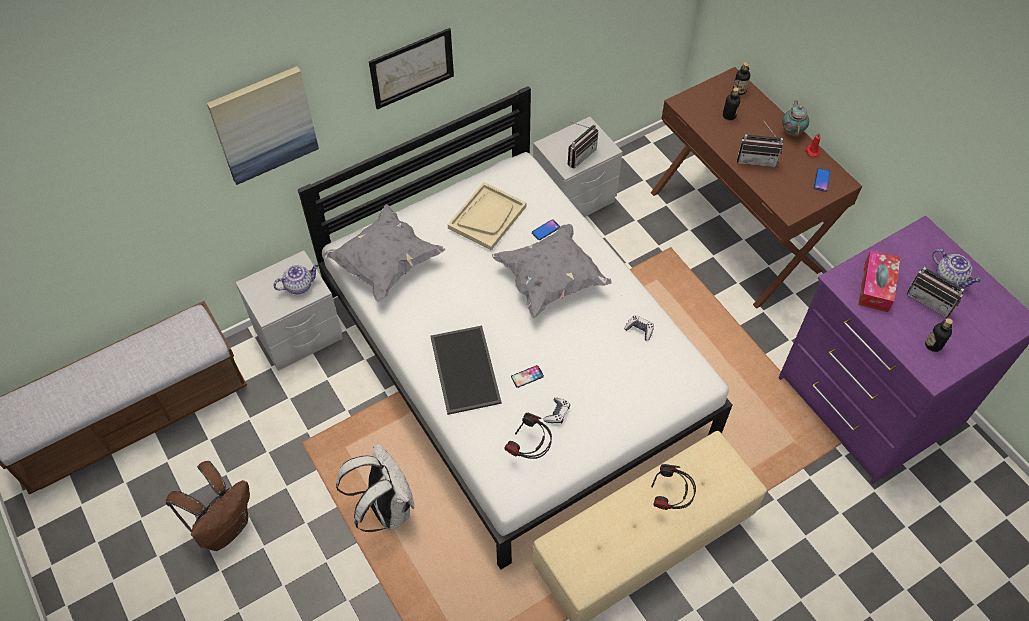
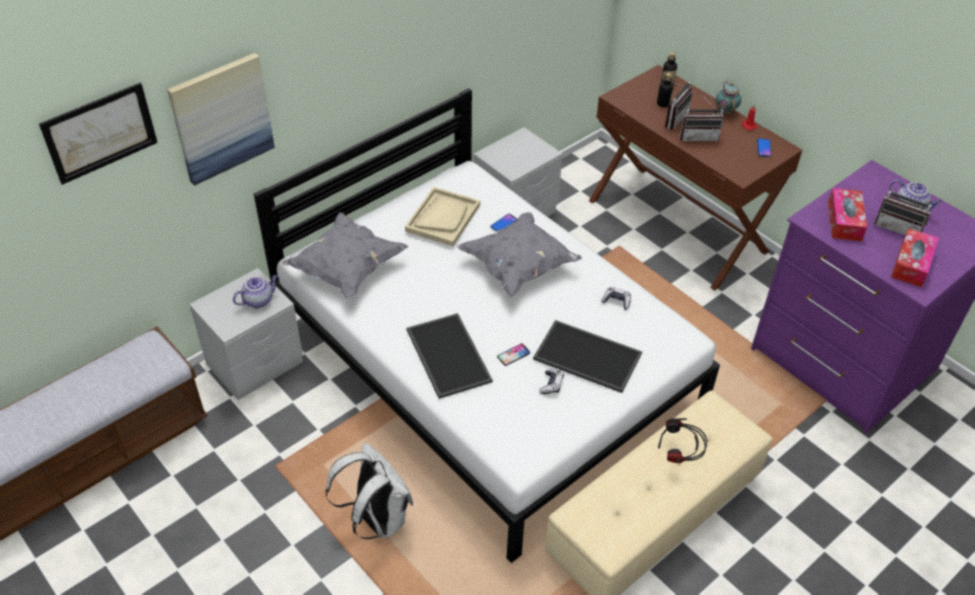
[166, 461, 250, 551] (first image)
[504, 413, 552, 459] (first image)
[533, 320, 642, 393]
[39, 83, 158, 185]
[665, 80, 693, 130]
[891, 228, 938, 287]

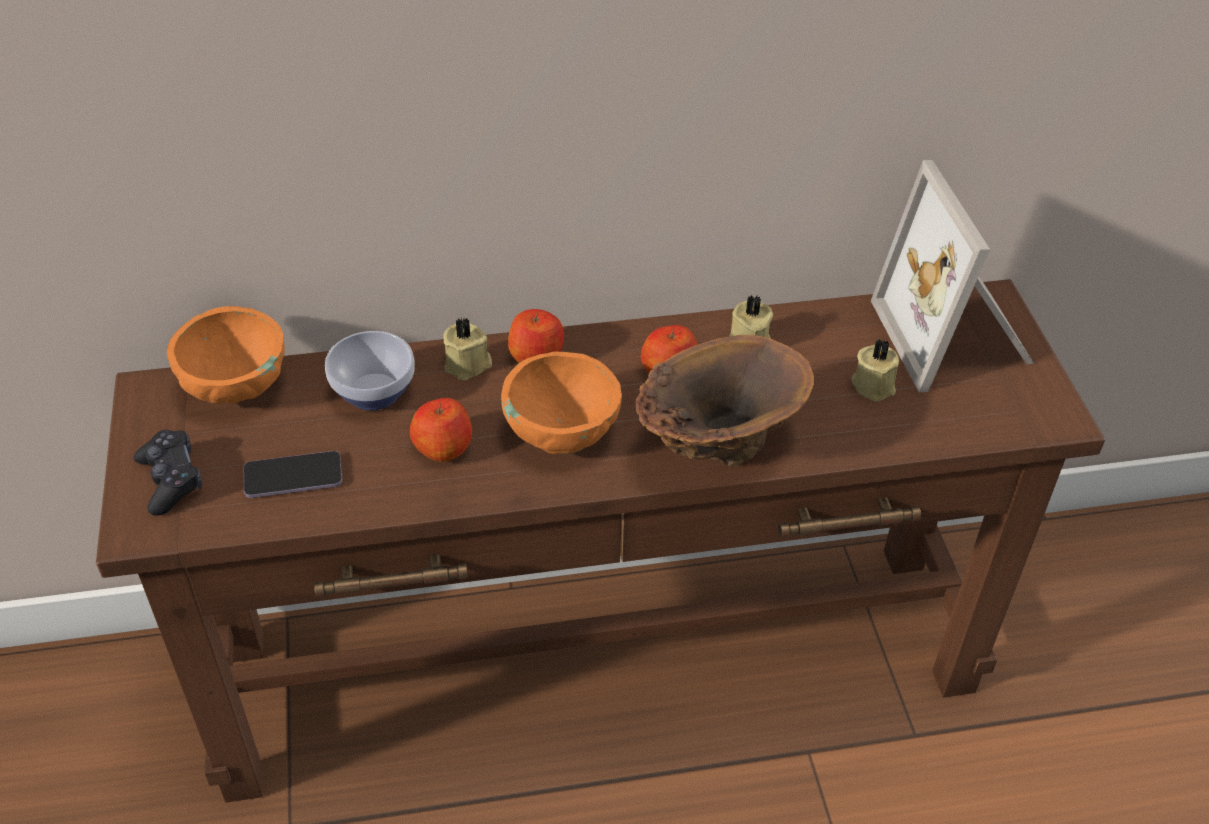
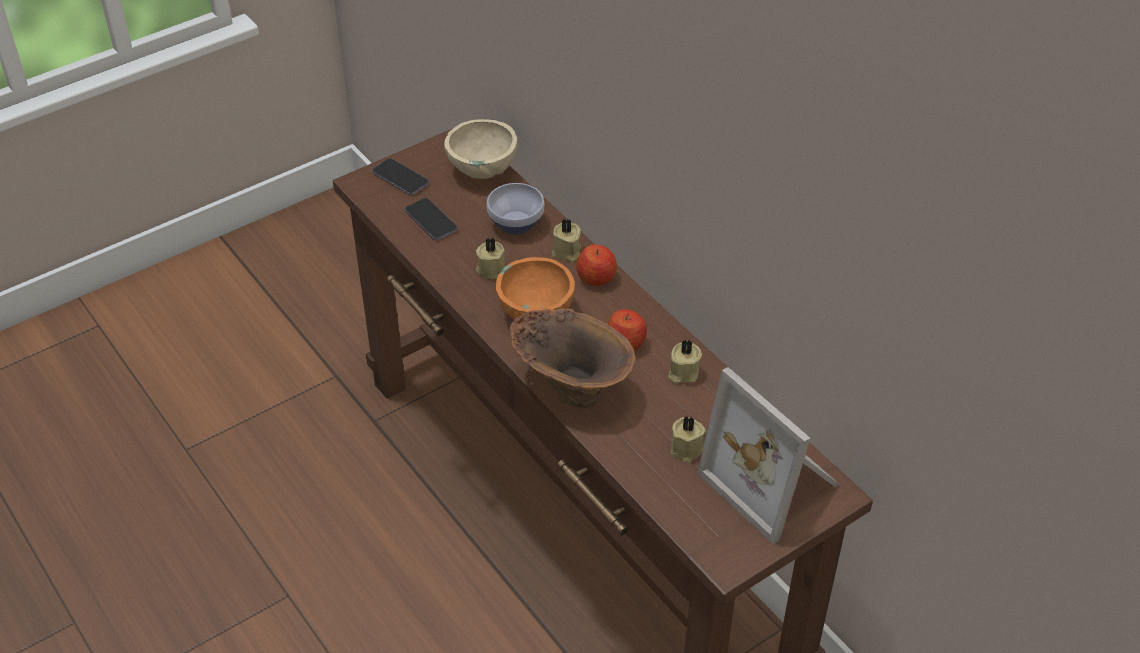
[372, 158, 429, 195]
[476, 237, 506, 279]
[444, 119, 518, 179]
[697, 367, 840, 545]

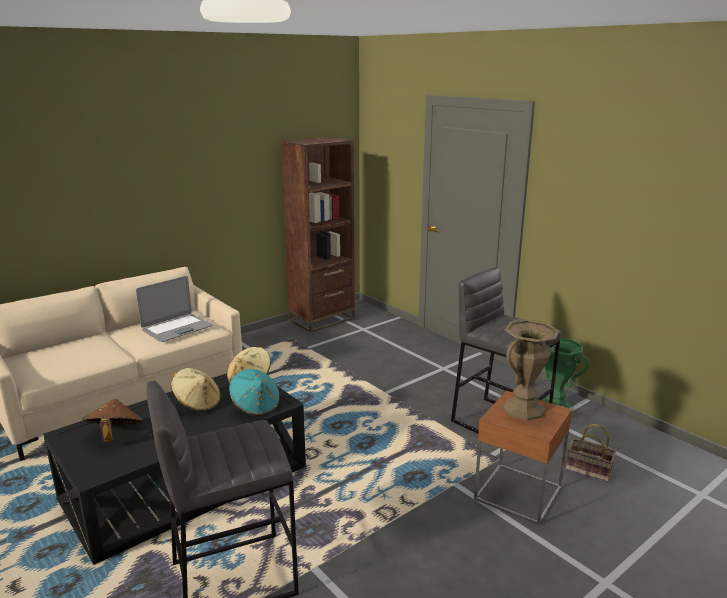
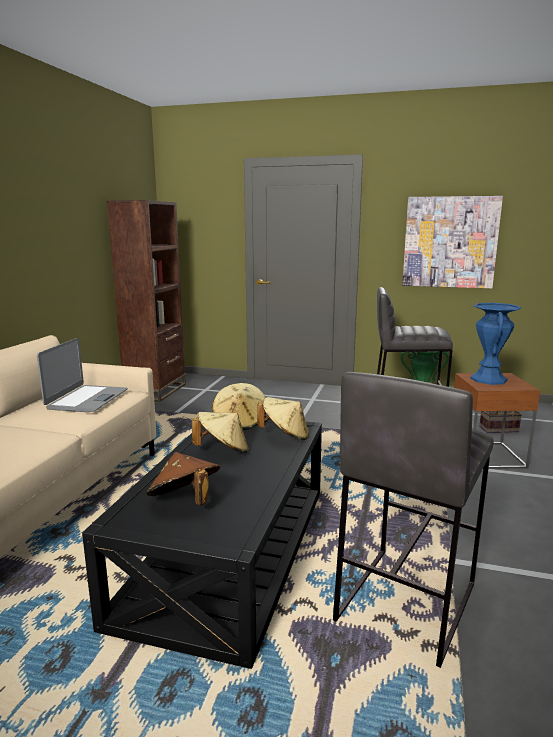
[402, 196, 503, 289]
[257, 397, 309, 440]
[470, 303, 522, 385]

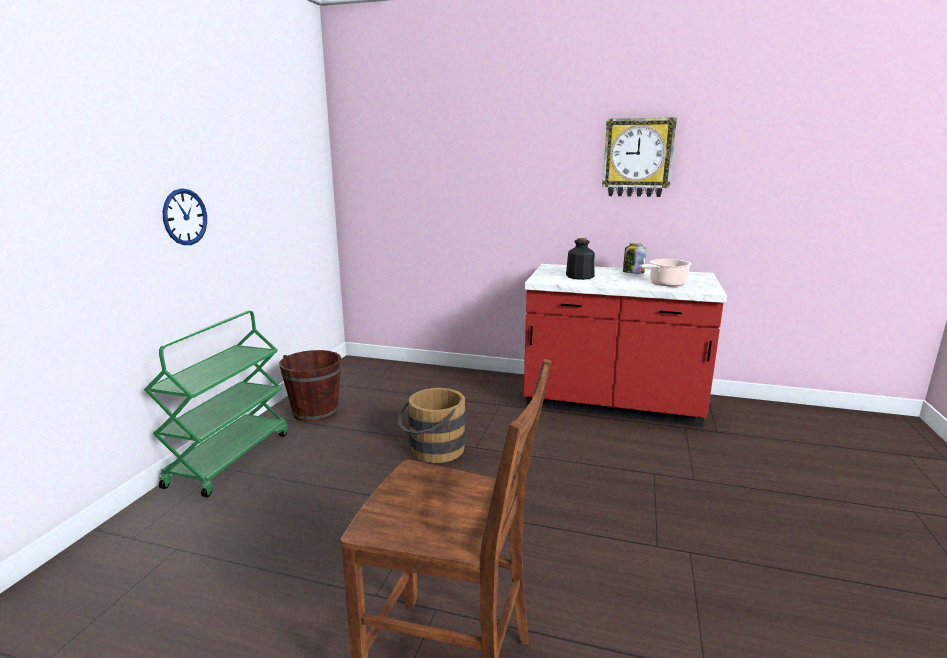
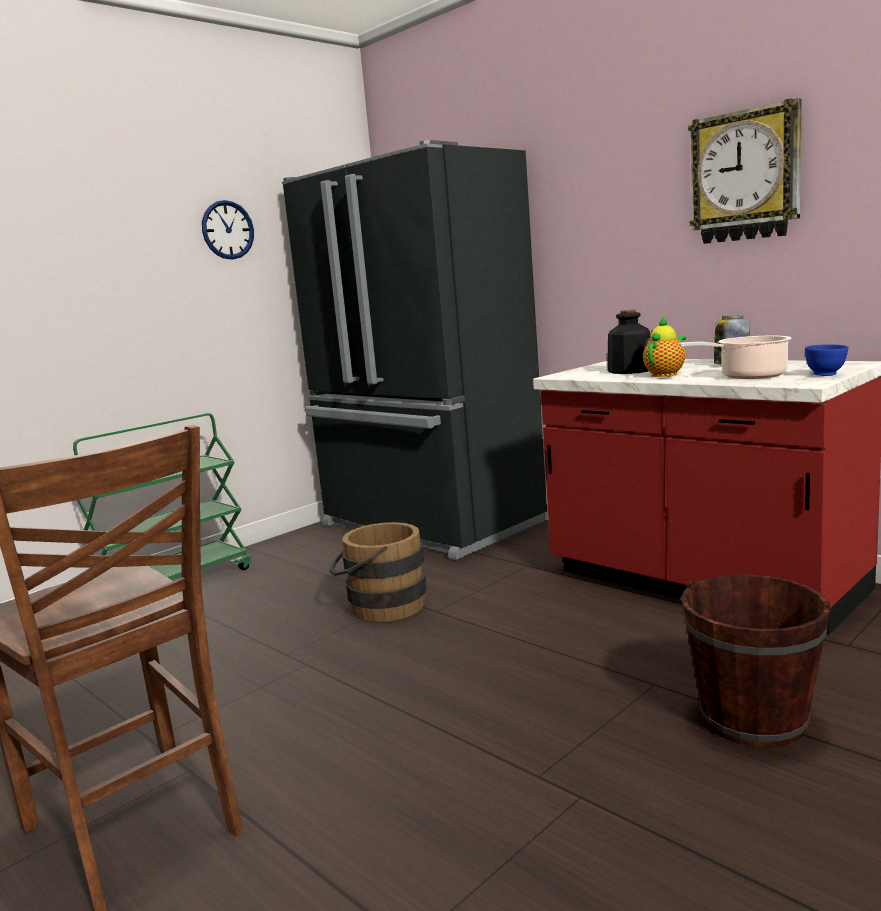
[282, 140, 547, 560]
[643, 317, 686, 377]
[805, 344, 848, 376]
[202, 200, 254, 260]
[681, 574, 830, 747]

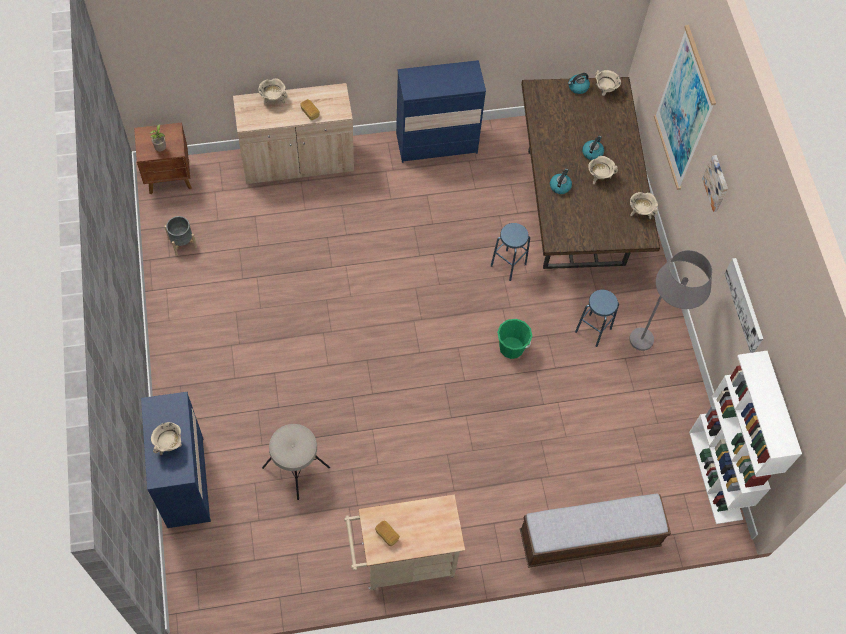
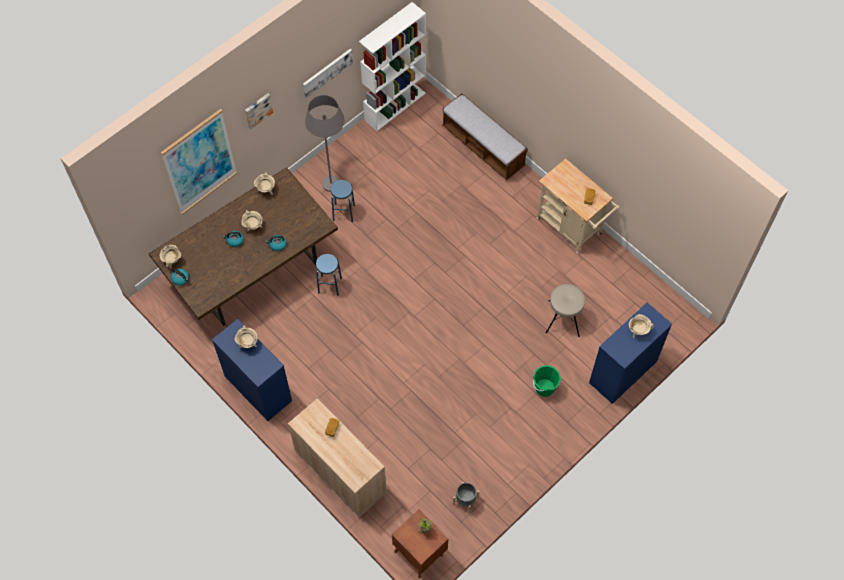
[235, 326, 258, 348]
[533, 365, 561, 397]

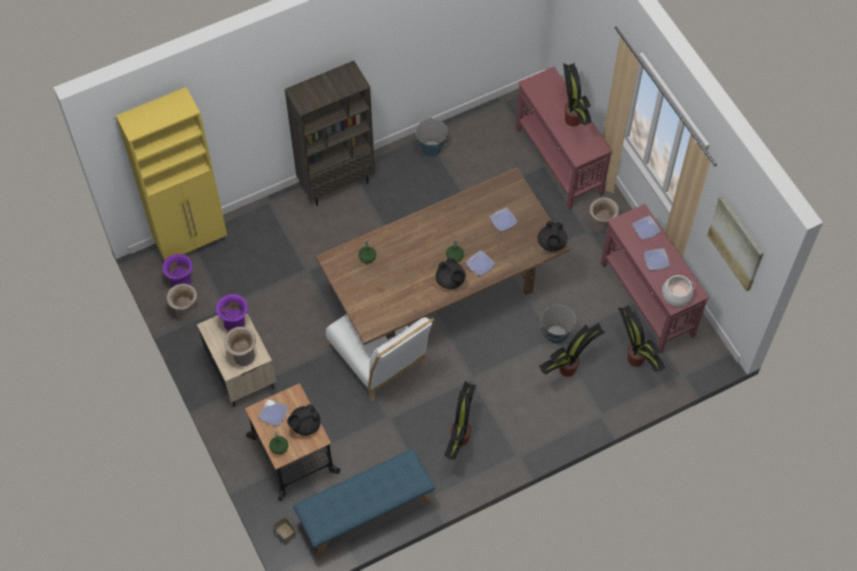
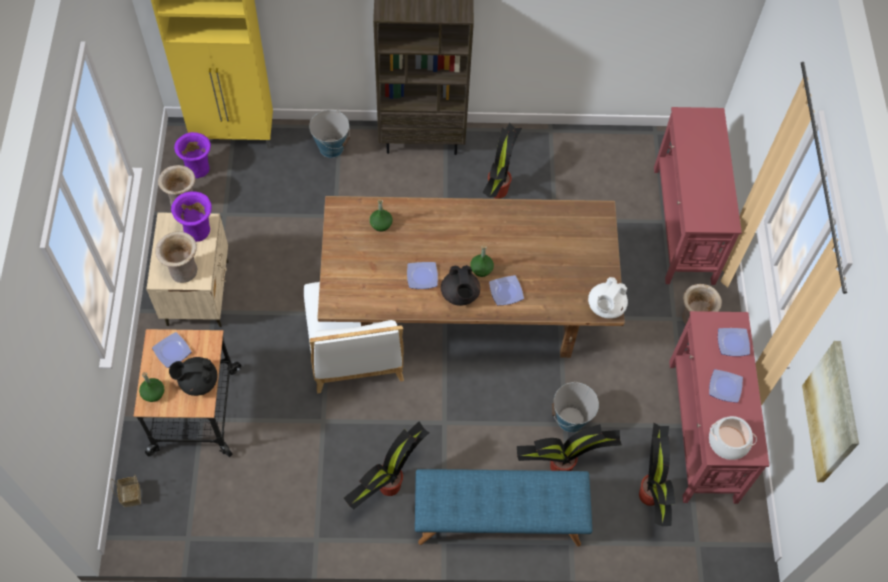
[415, 469, 593, 547]
[309, 110, 350, 158]
[407, 262, 438, 289]
[483, 123, 522, 199]
[588, 277, 628, 319]

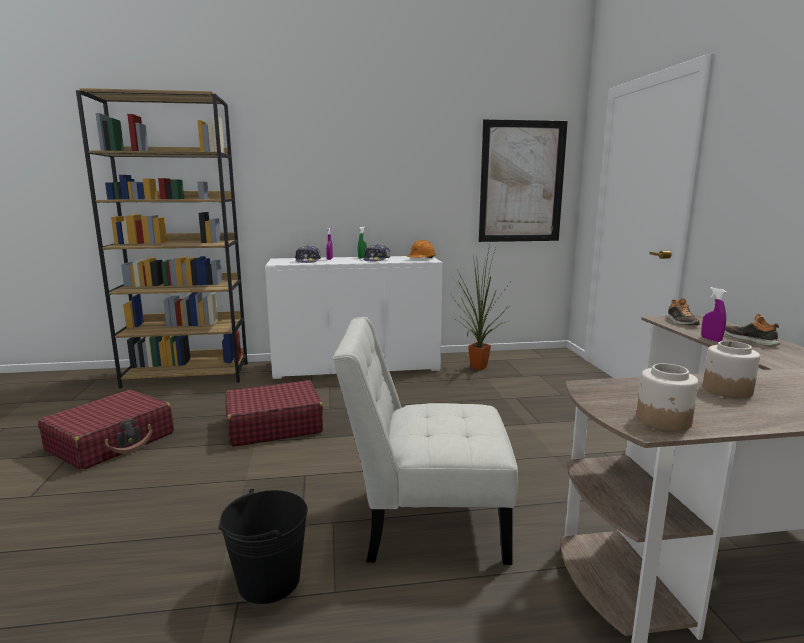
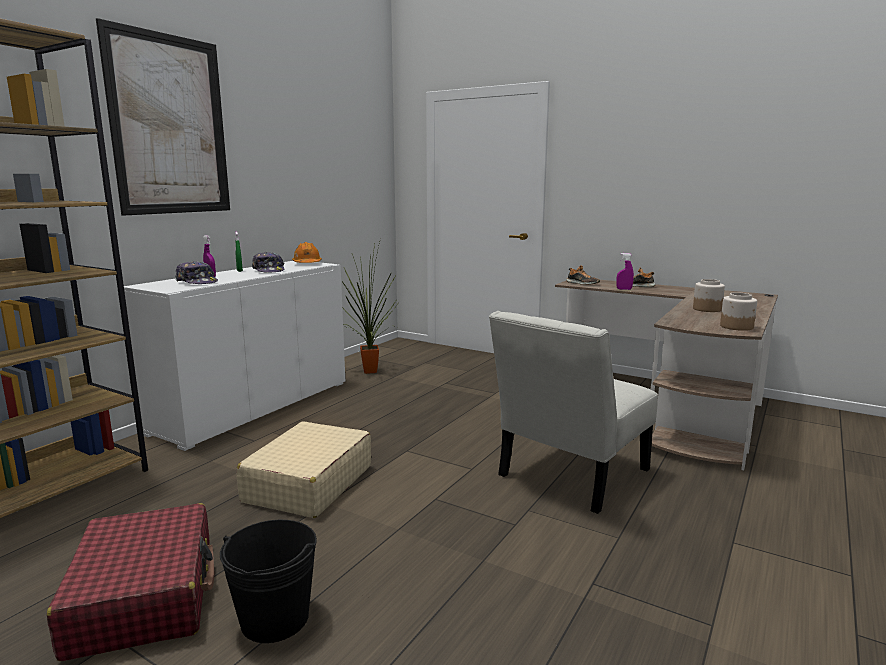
[220, 520, 317, 643]
[96, 18, 230, 216]
[237, 421, 371, 518]

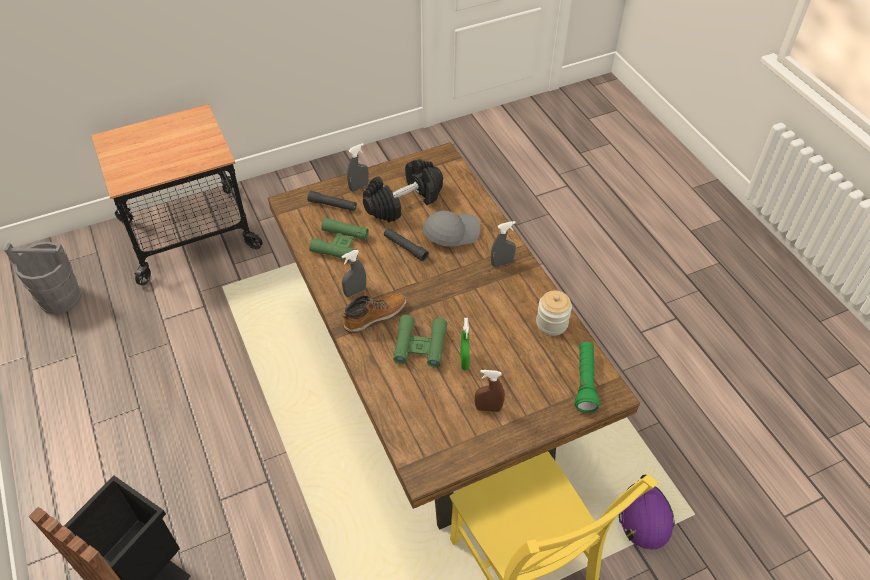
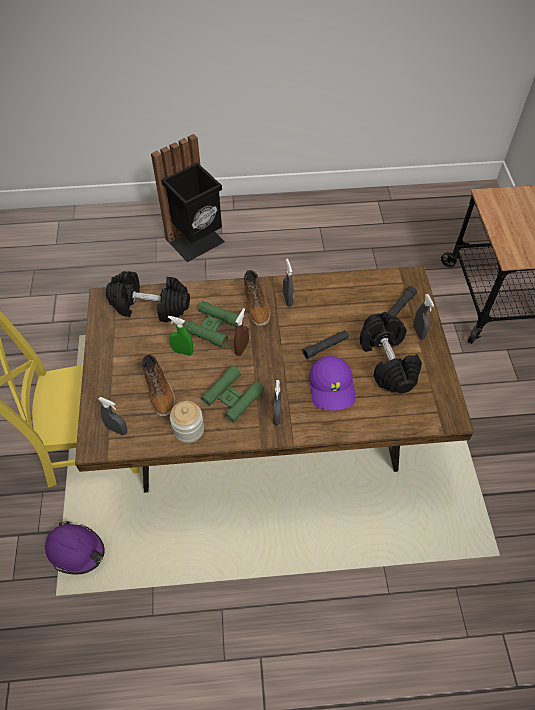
[4, 242, 82, 314] (first image)
[106, 271, 190, 322]
[142, 353, 175, 417]
[201, 366, 264, 423]
[234, 308, 249, 356]
[98, 397, 127, 436]
[309, 356, 356, 411]

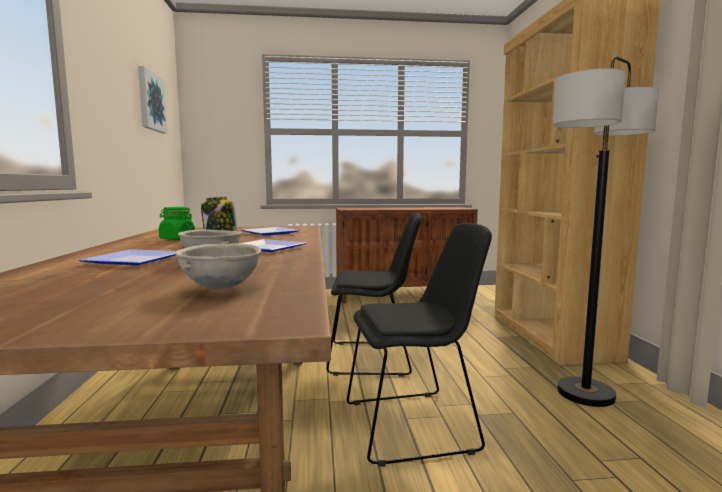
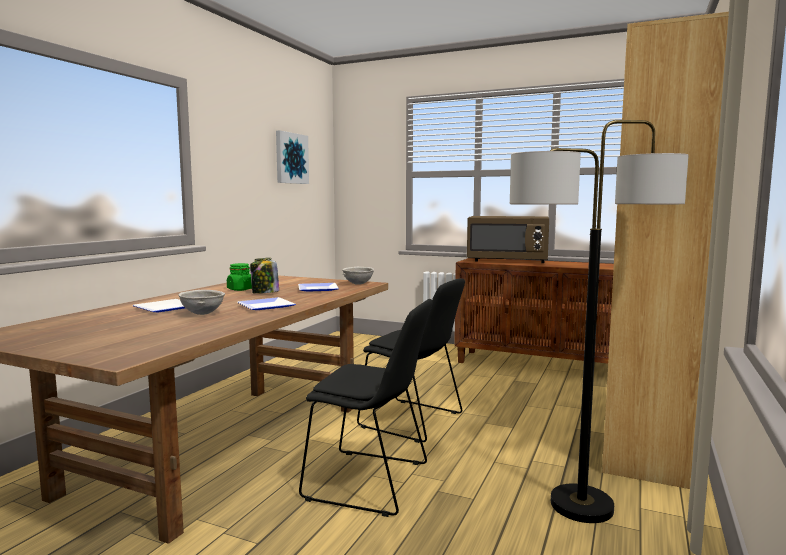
[467, 216, 549, 263]
[342, 267, 374, 285]

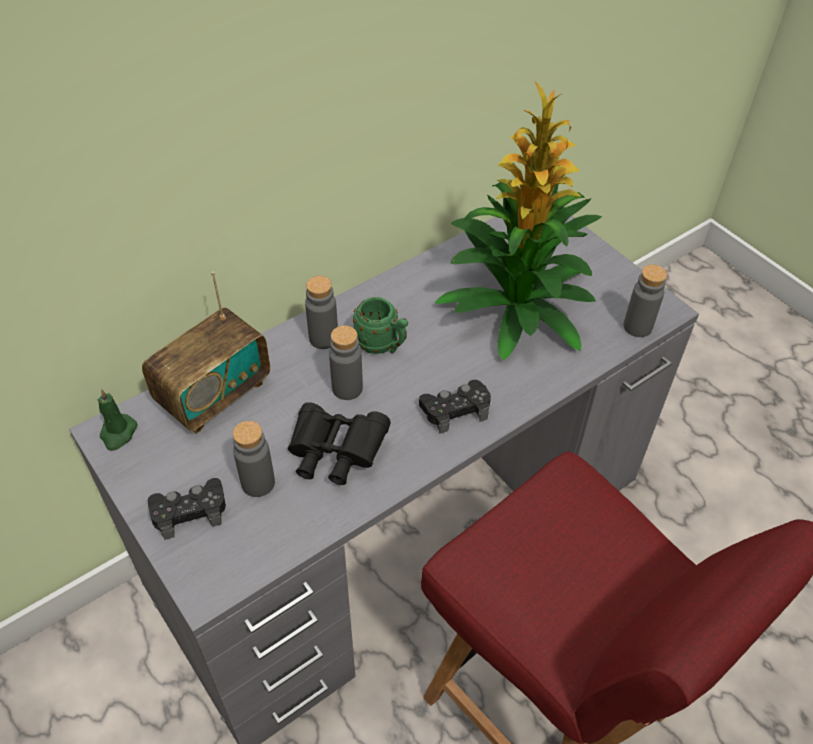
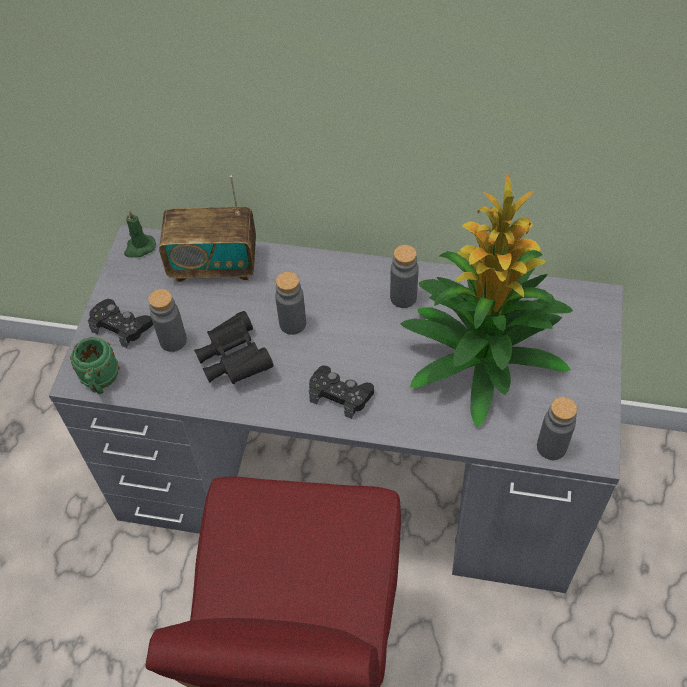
[390, 245, 419, 308]
[70, 337, 119, 394]

